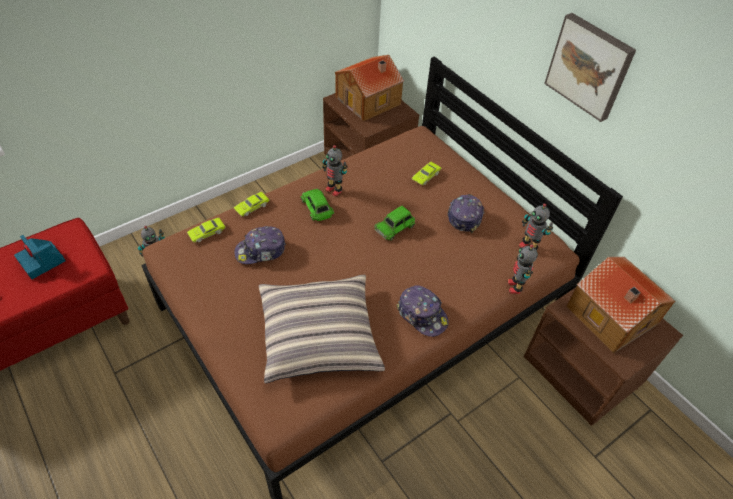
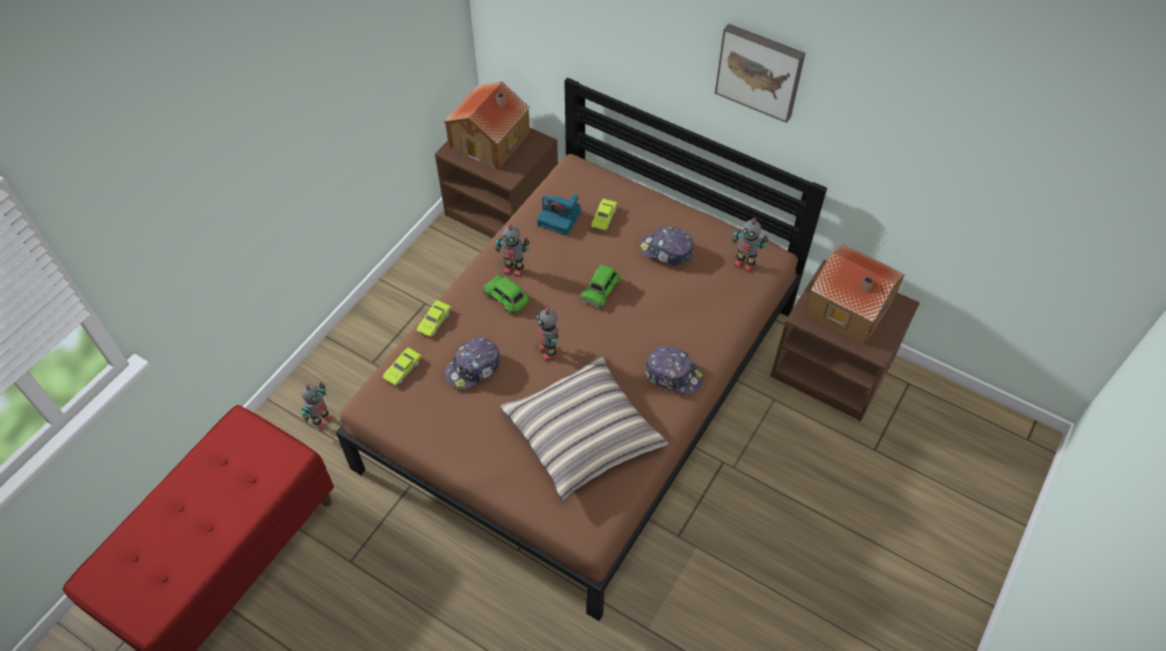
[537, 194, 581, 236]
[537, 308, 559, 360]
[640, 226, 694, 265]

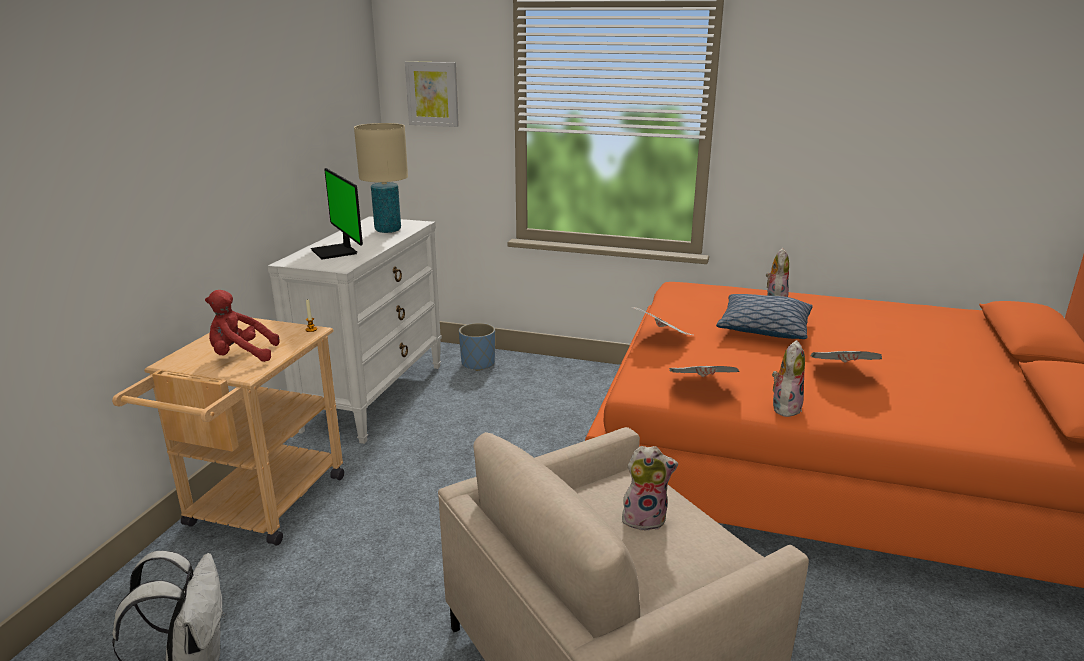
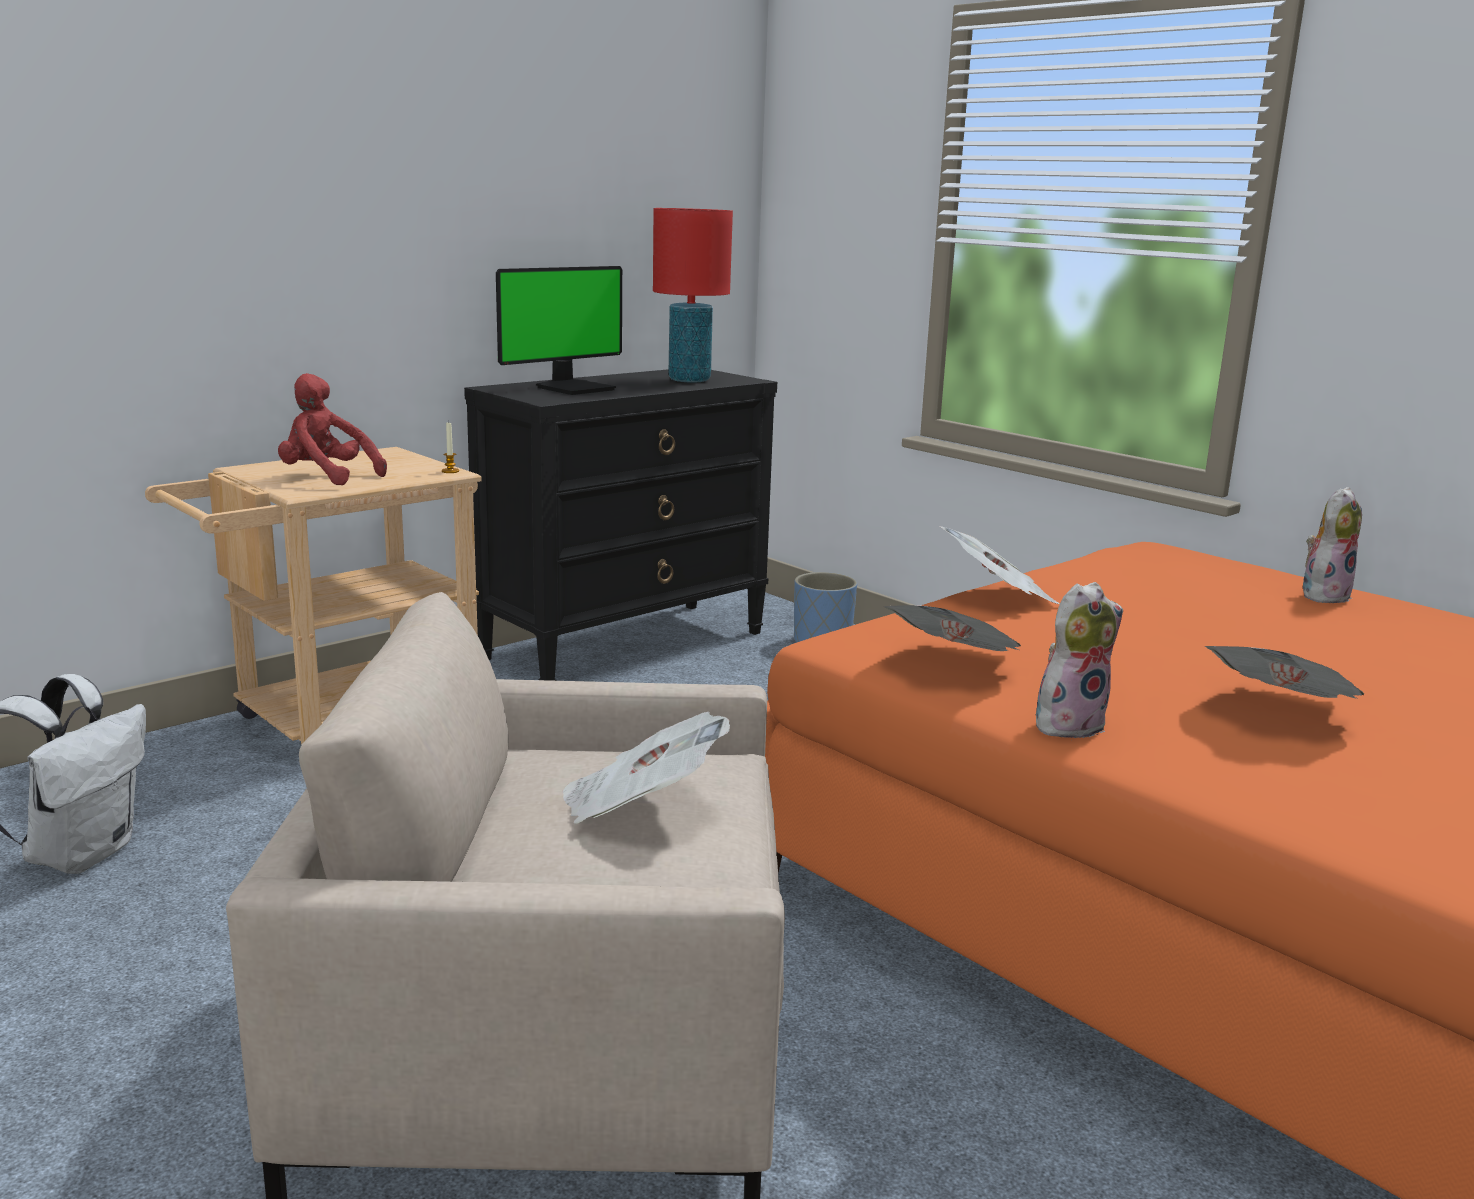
[405, 61, 459, 127] (first image)
[716, 294, 813, 339] (first image)
[562, 712, 730, 824]
[464, 369, 777, 681]
[653, 208, 733, 383]
[496, 266, 622, 395]

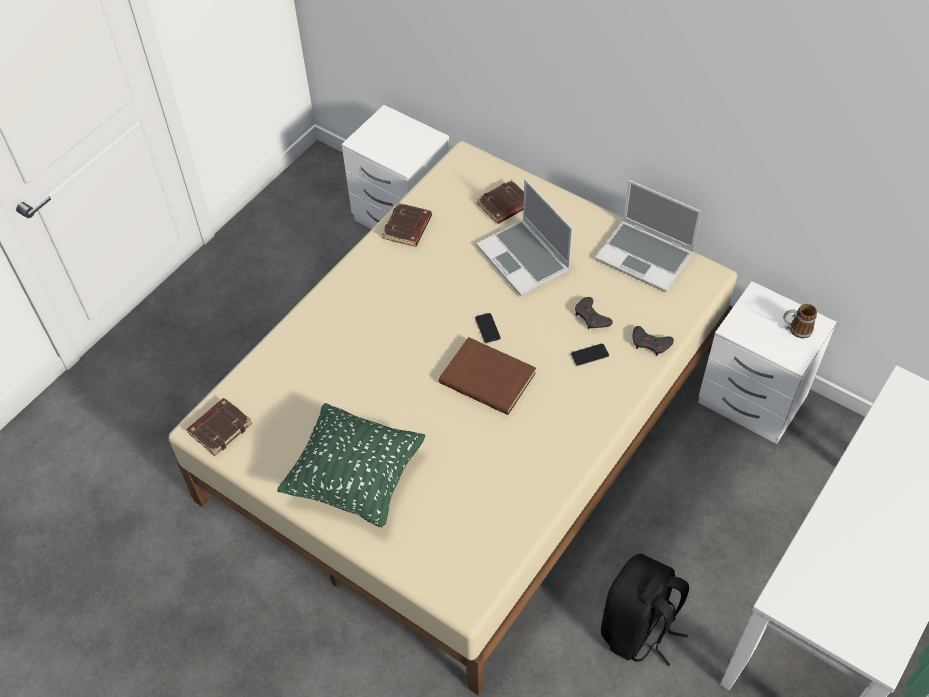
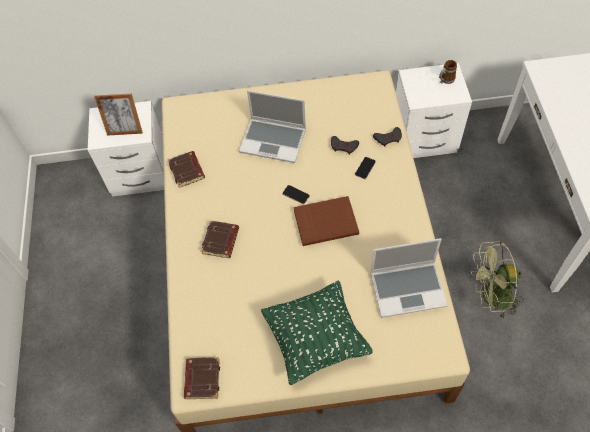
[94, 93, 143, 136]
[201, 220, 239, 258]
[370, 238, 448, 318]
[471, 241, 523, 319]

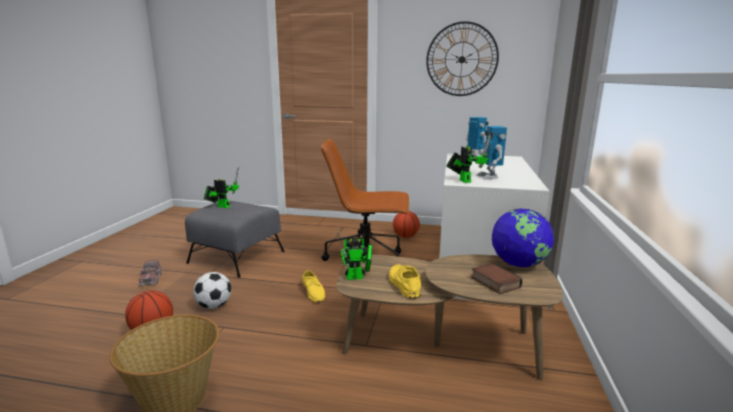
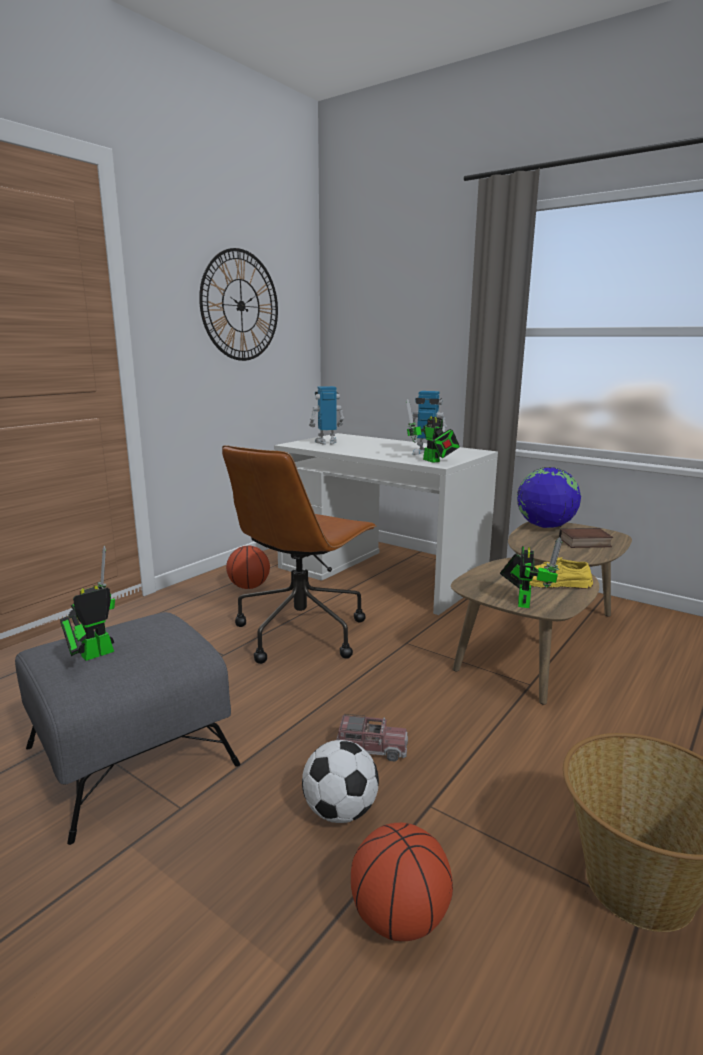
[302, 270, 325, 302] (first image)
[336, 714, 408, 762]
[406, 399, 460, 463]

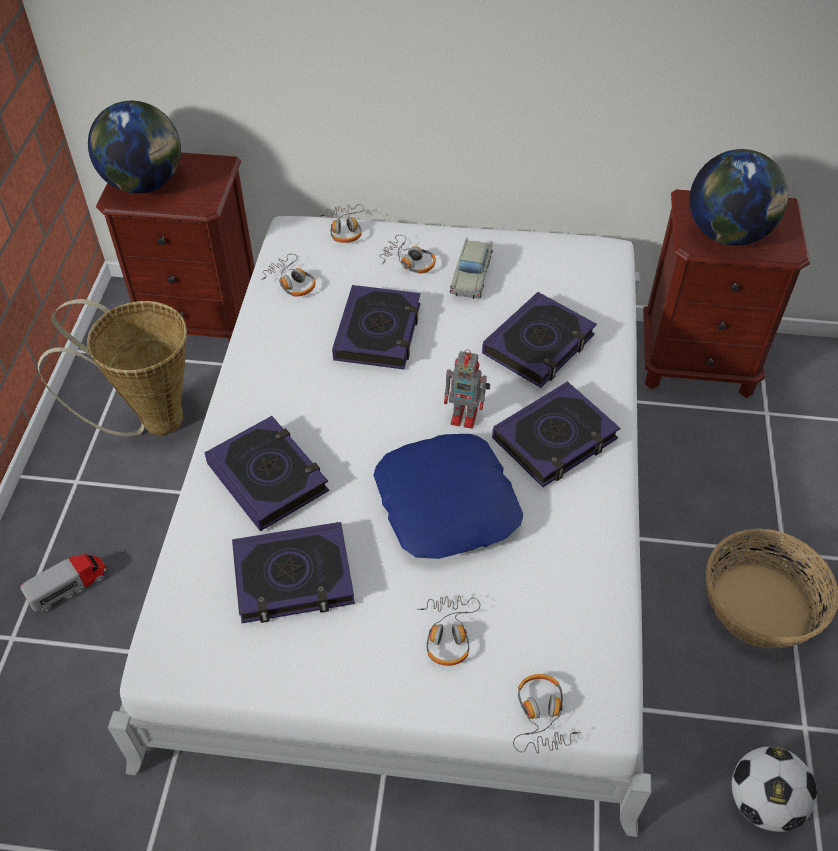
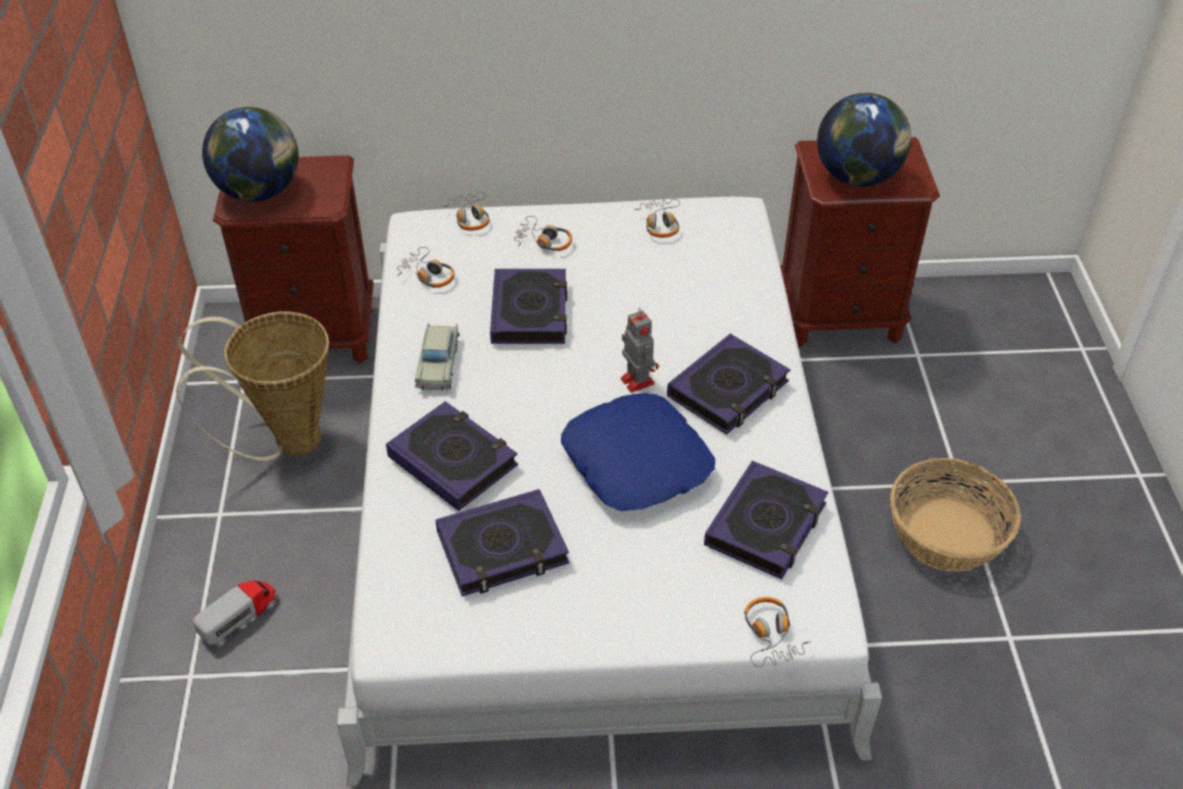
[731, 747, 817, 832] (first image)
[633, 199, 680, 238]
[415, 323, 459, 391]
[704, 461, 828, 579]
[621, 308, 659, 393]

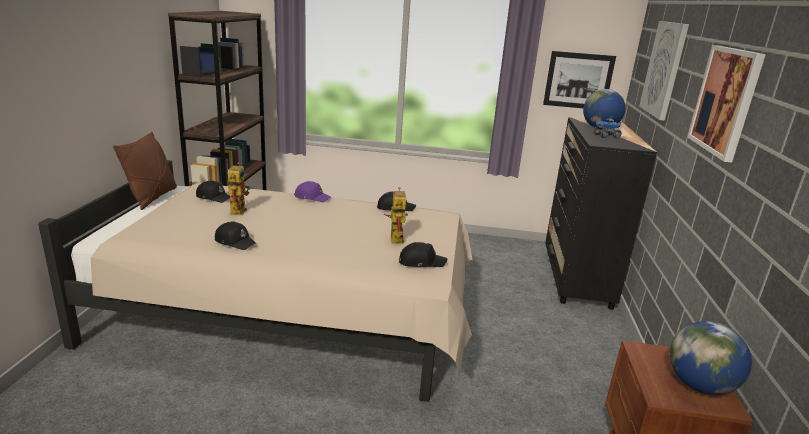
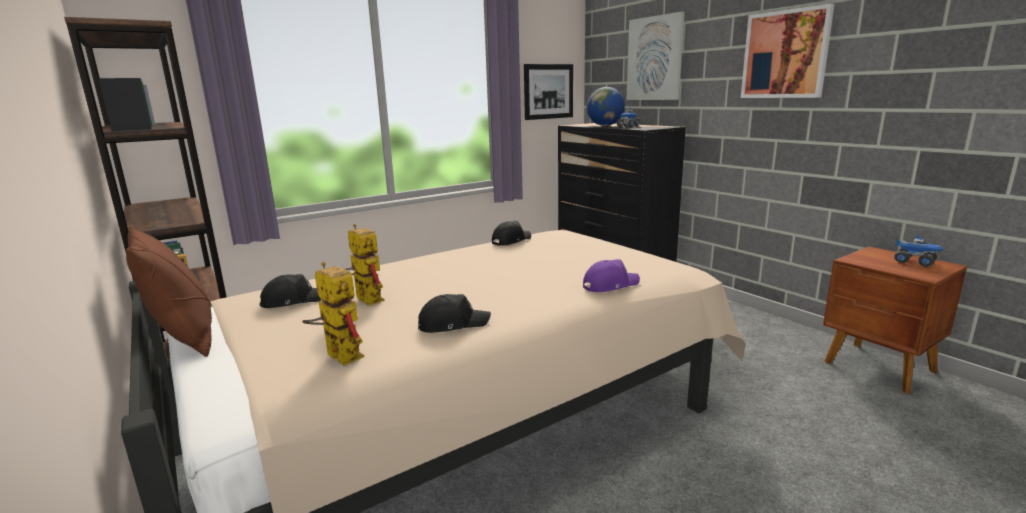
[399, 242, 448, 267] (first image)
[583, 259, 640, 292]
[302, 262, 364, 366]
[894, 235, 944, 267]

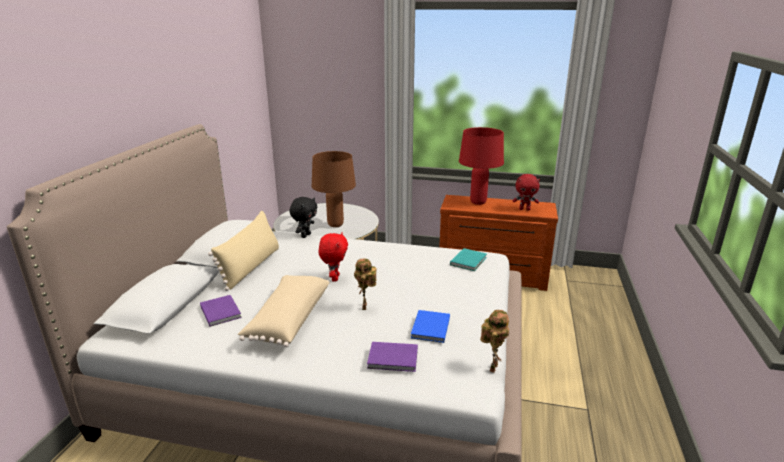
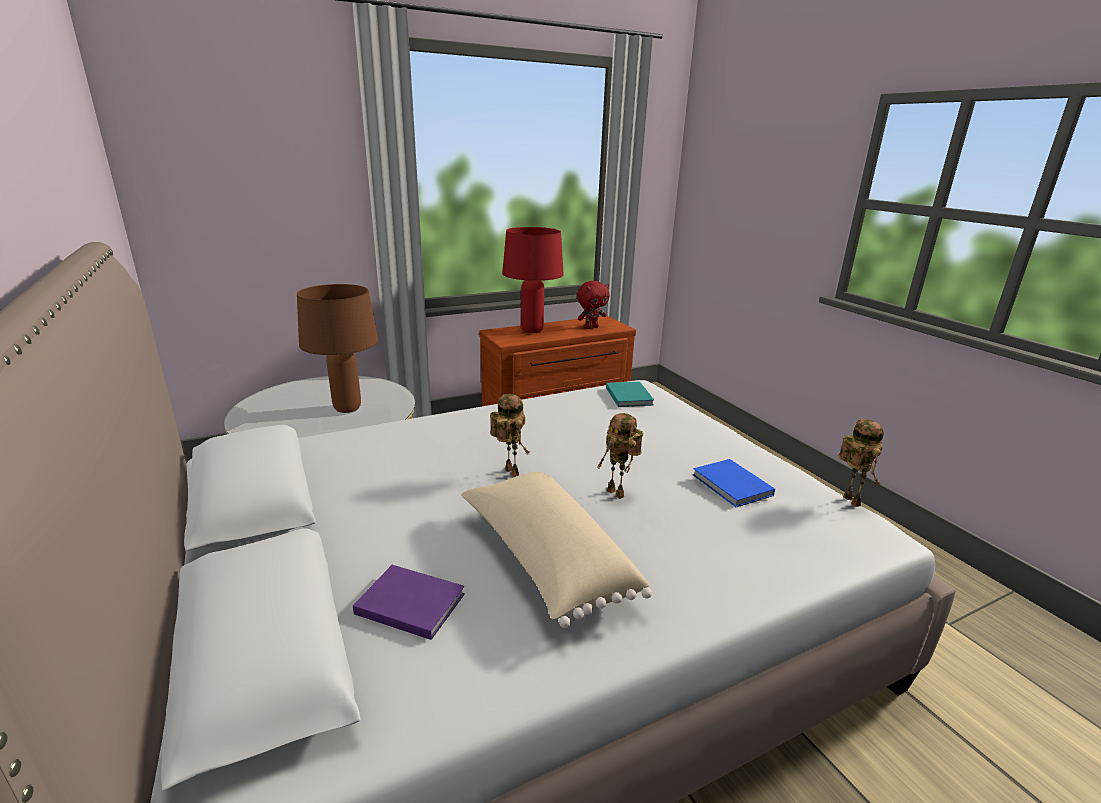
[208, 211, 279, 291] (first image)
[289, 197, 318, 238] (first image)
[367, 342, 418, 372] (first image)
[490, 394, 530, 477]

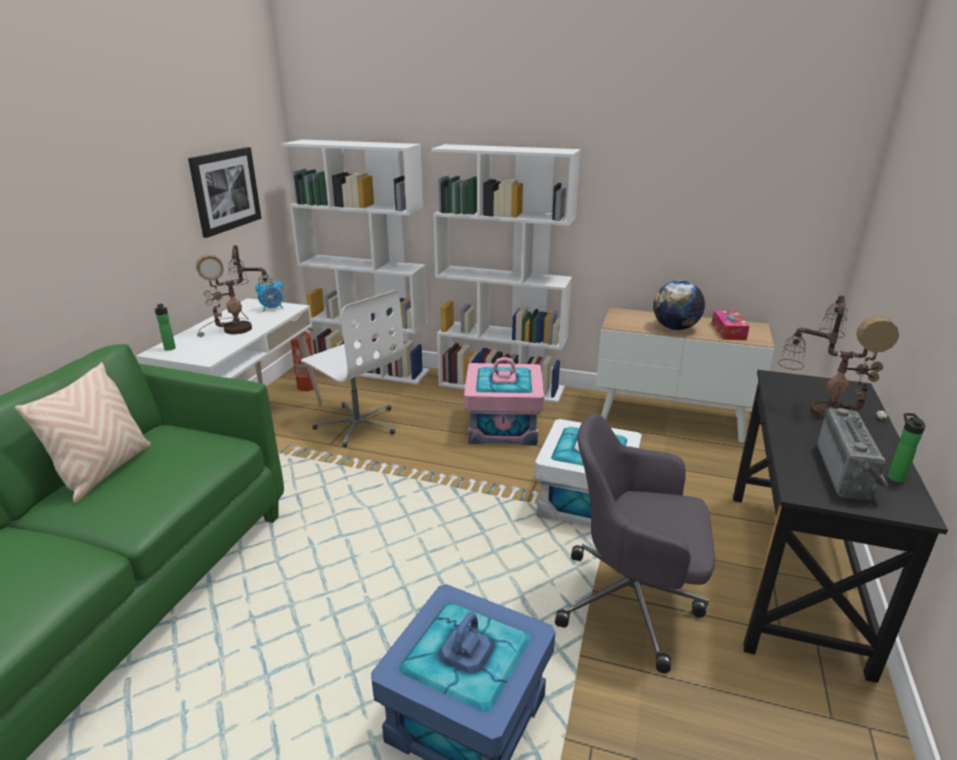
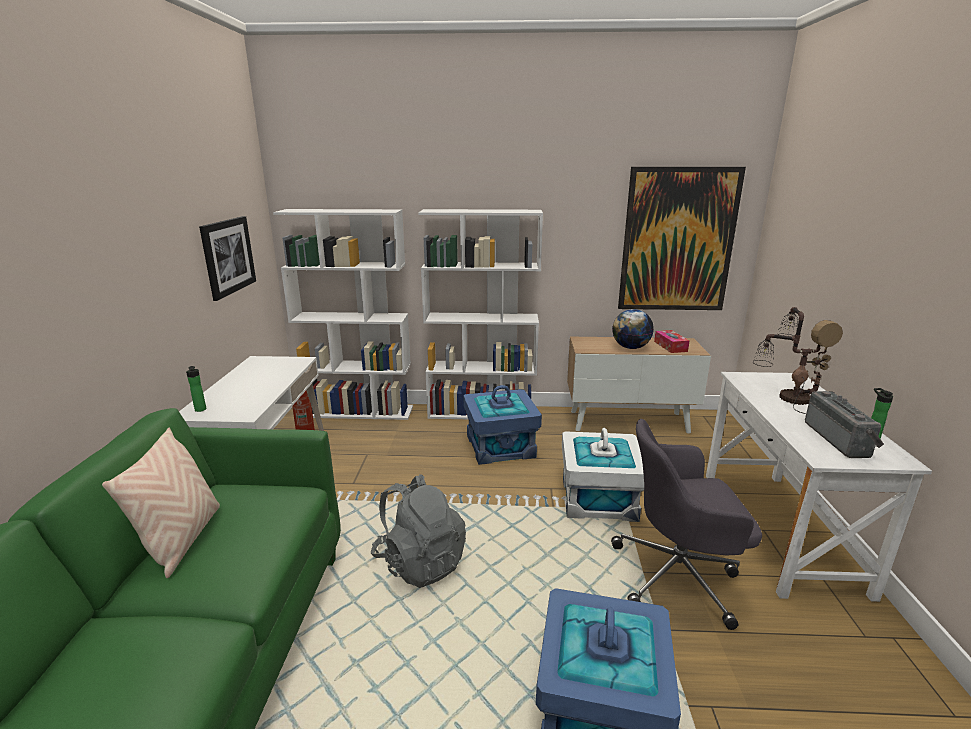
[196, 245, 277, 337] (first image)
[255, 278, 283, 312] (first image)
[301, 290, 404, 447] (first image)
[371, 474, 466, 588]
[618, 167, 746, 310]
[463, 385, 542, 465]
[706, 372, 932, 602]

